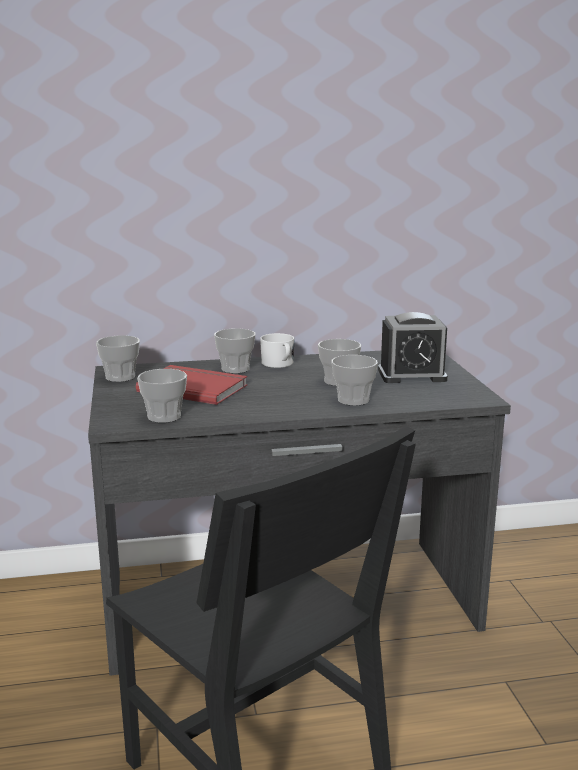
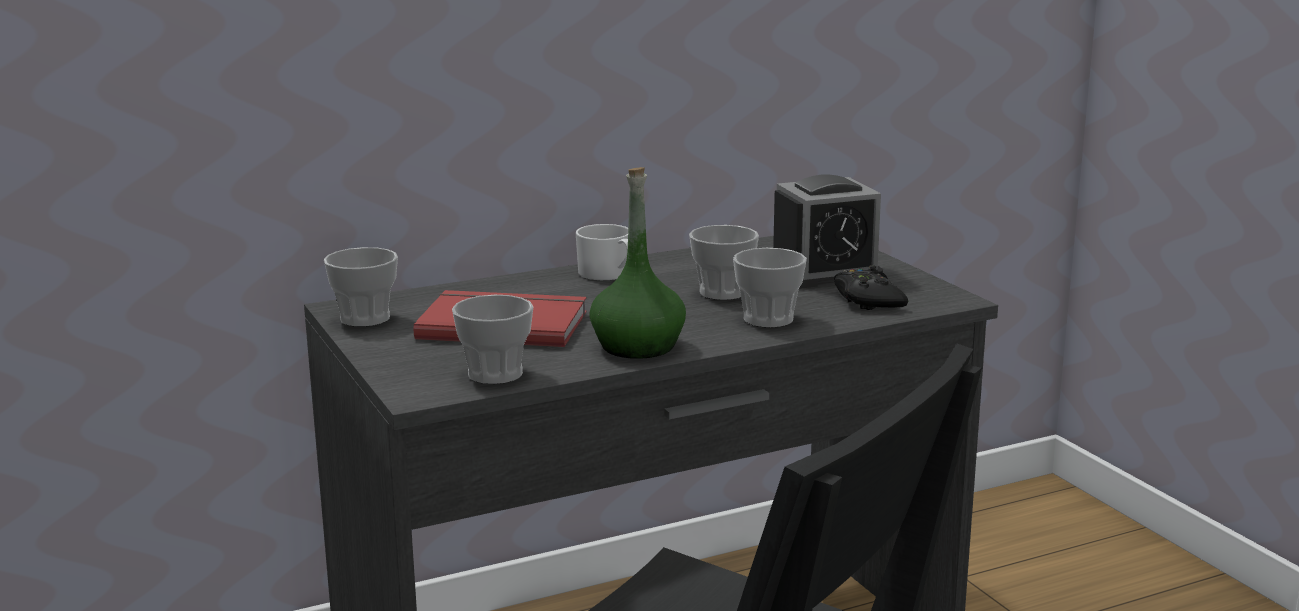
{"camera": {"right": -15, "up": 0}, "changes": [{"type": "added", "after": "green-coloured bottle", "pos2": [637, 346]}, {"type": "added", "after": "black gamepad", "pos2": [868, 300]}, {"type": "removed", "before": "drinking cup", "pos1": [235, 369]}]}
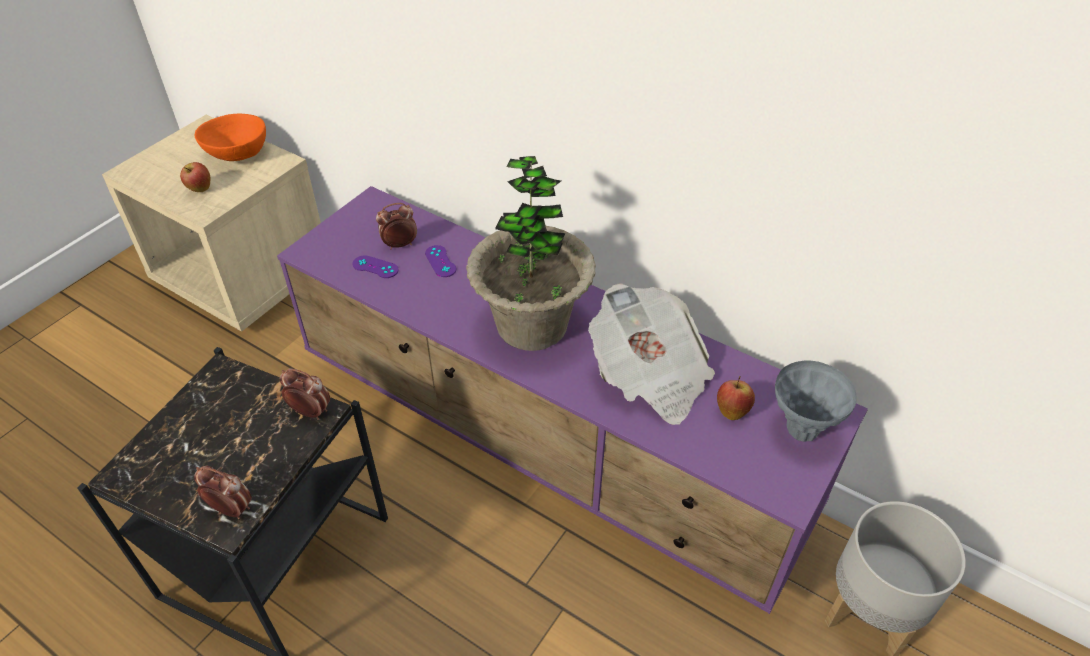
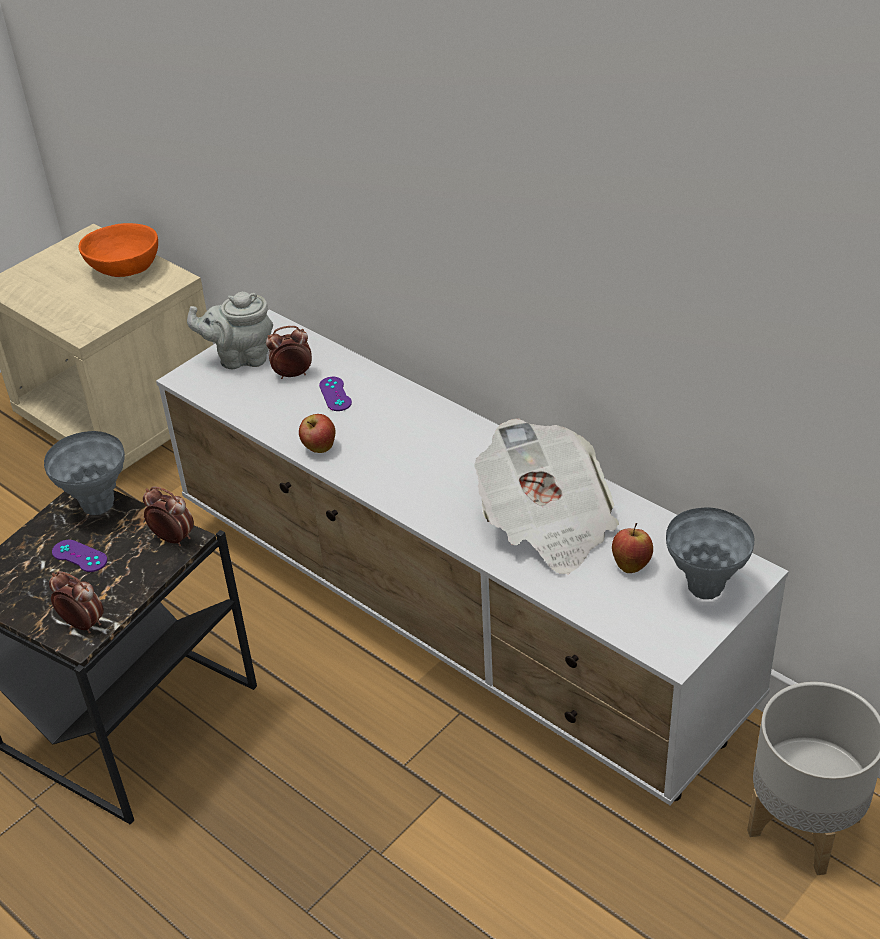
{"camera": {"right": 10, "up": -5}, "changes": [{"type": "added", "after": "greyish vase", "pos2": [97, 506]}, {"type": "moved", "before": "purple gamepad", "pos1": [375, 267], "pos2": [79, 556]}, {"type": "recoloured", "before": "purple media console", "after": "white media console", "pos1": [547, 445], "pos2": [453, 622]}, {"type": "added", "after": "greyish pot for tea", "pos2": [240, 358]}, {"type": "moved", "before": "whole apple", "pos1": [200, 189], "pos2": [319, 448]}, {"type": "removed", "before": "plant in a pot", "pos1": [532, 325]}]}
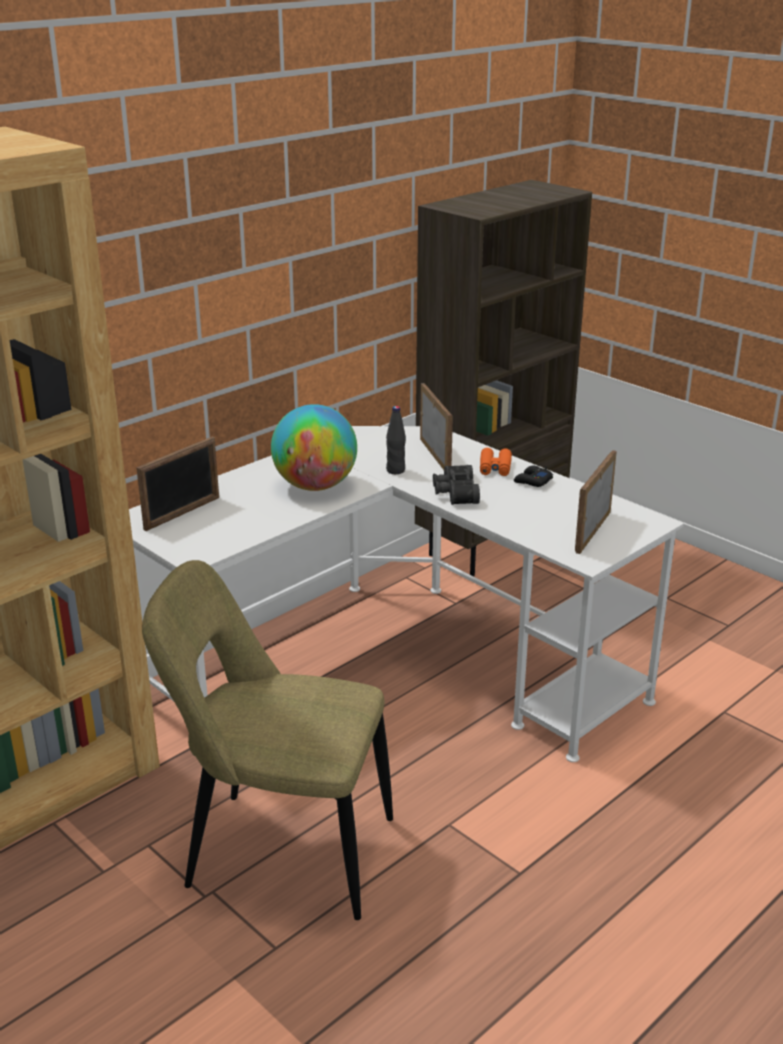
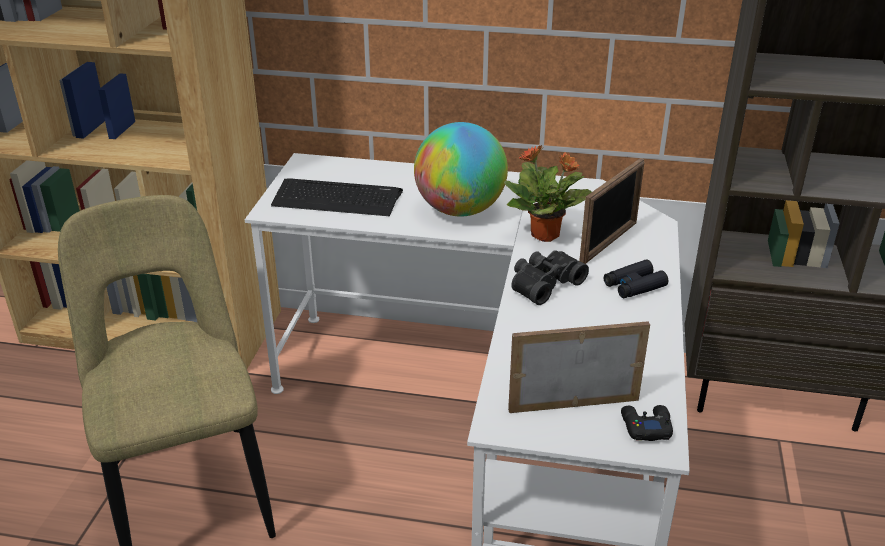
{"camera": {"right": 55, "up": 5}, "changes": [{"type": "added", "after": "PC keyboard", "pos2": [337, 199]}, {"type": "replaced", "before": "black bottle", "after": "plant in a pot", "pos1": [395, 470], "pos2": [546, 235]}, {"type": "recoloured", "before": "orange binoculars", "after": "black binoculars", "pos1": [495, 468], "pos2": [634, 286]}, {"type": "moved", "before": "black gamepad", "pos1": [532, 481], "pos2": [645, 426]}, {"type": "removed", "before": "standing frame", "pos1": [182, 513]}]}
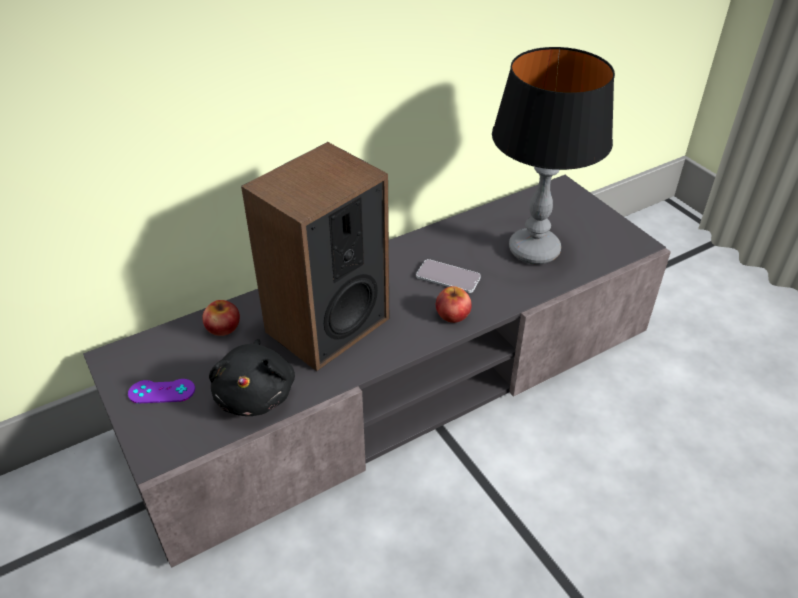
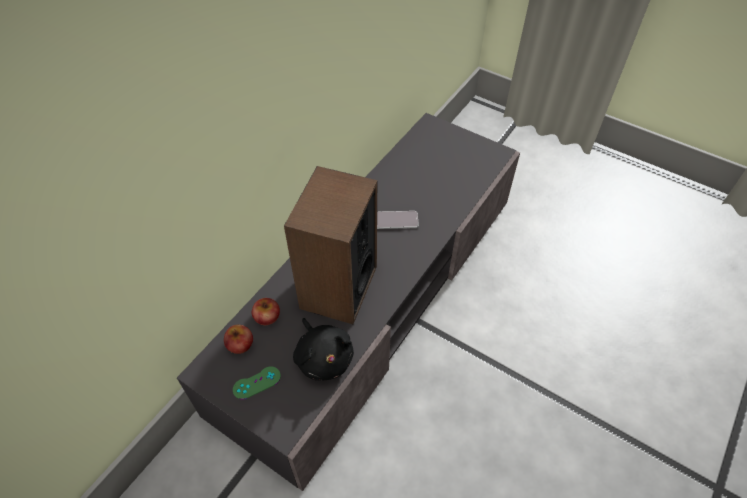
{"camera": {"right": -25, "up": 10}, "changes": [{"type": "moved", "before": "whole apple", "pos1": [452, 314], "pos2": [240, 344]}, {"type": "recoloured", "before": "purple gamepad", "after": "green-coloured gamepad", "pos1": [161, 391], "pos2": [257, 383]}, {"type": "removed", "before": "table lamp", "pos1": [534, 251]}]}
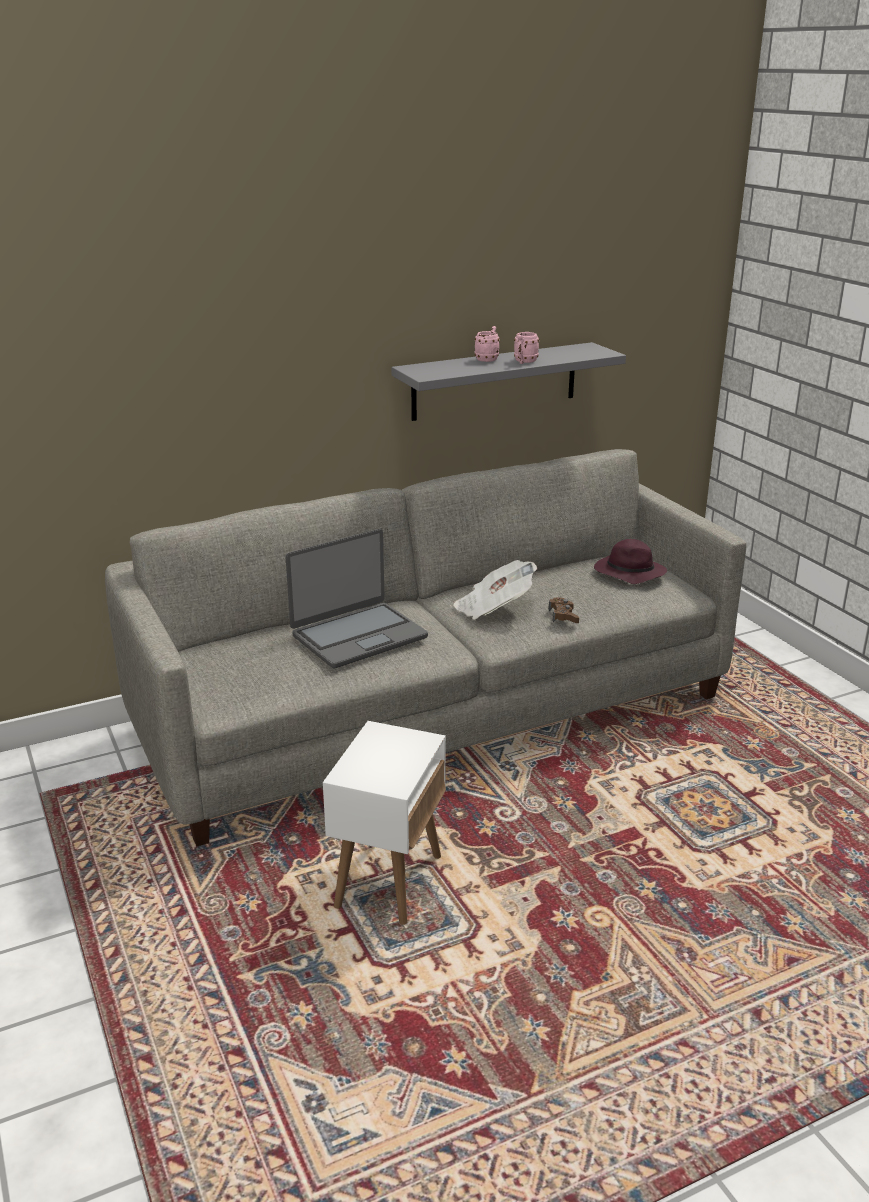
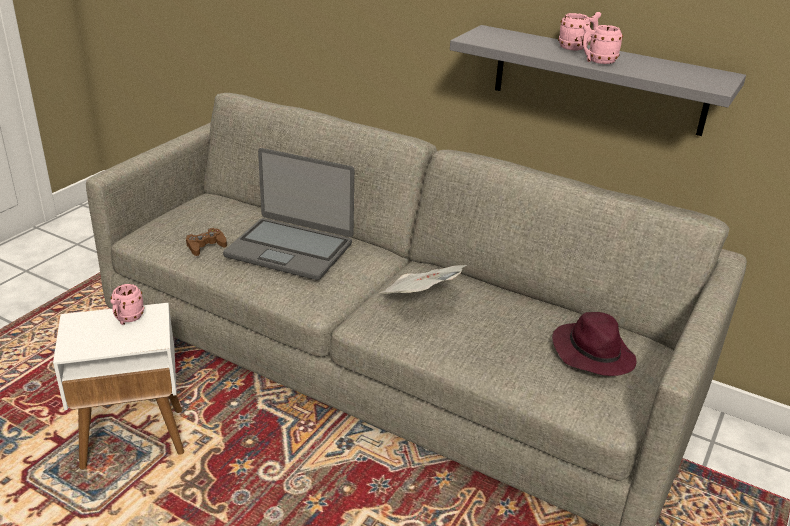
{"camera": {"right": 55, "up": 5}, "changes": [{"type": "added", "after": "pinkish coffee mug", "pos2": [127, 319]}, {"type": "moved", "before": "brownish gamepad", "pos1": [563, 616], "pos2": [205, 246]}]}
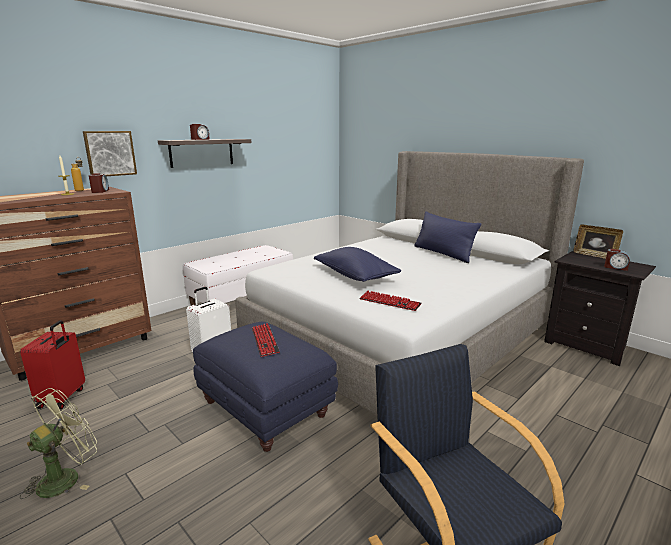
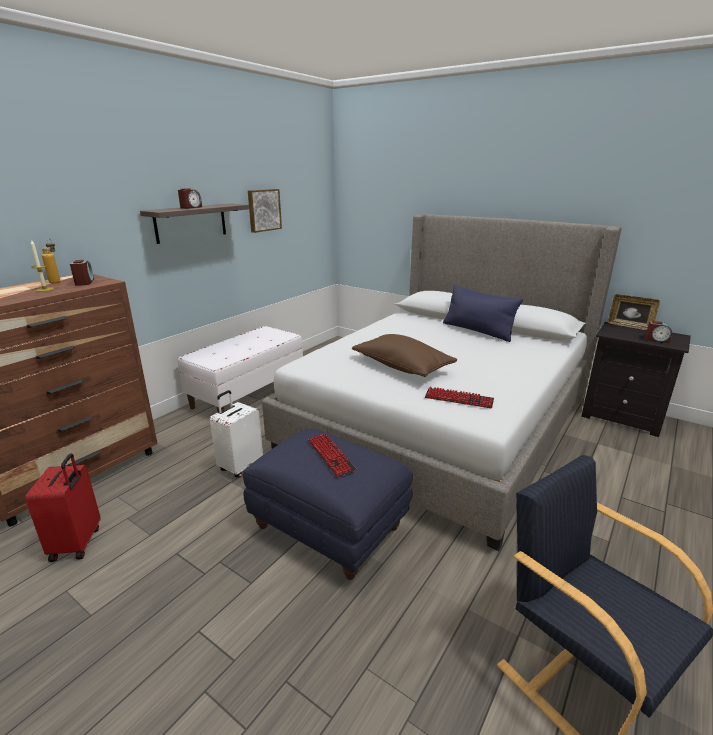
{"camera": {"right": -10, "up": 5}, "changes": [{"type": "moved", "before": "wall art", "pos1": [110, 153], "pos2": [263, 210]}, {"type": "recoloured", "before": "blue-coloured throw pillow", "after": "brownish throw pillow", "pos1": [355, 276], "pos2": [402, 367]}, {"type": "removed", "before": "green-coloured electric fan", "pos1": [66, 477]}]}
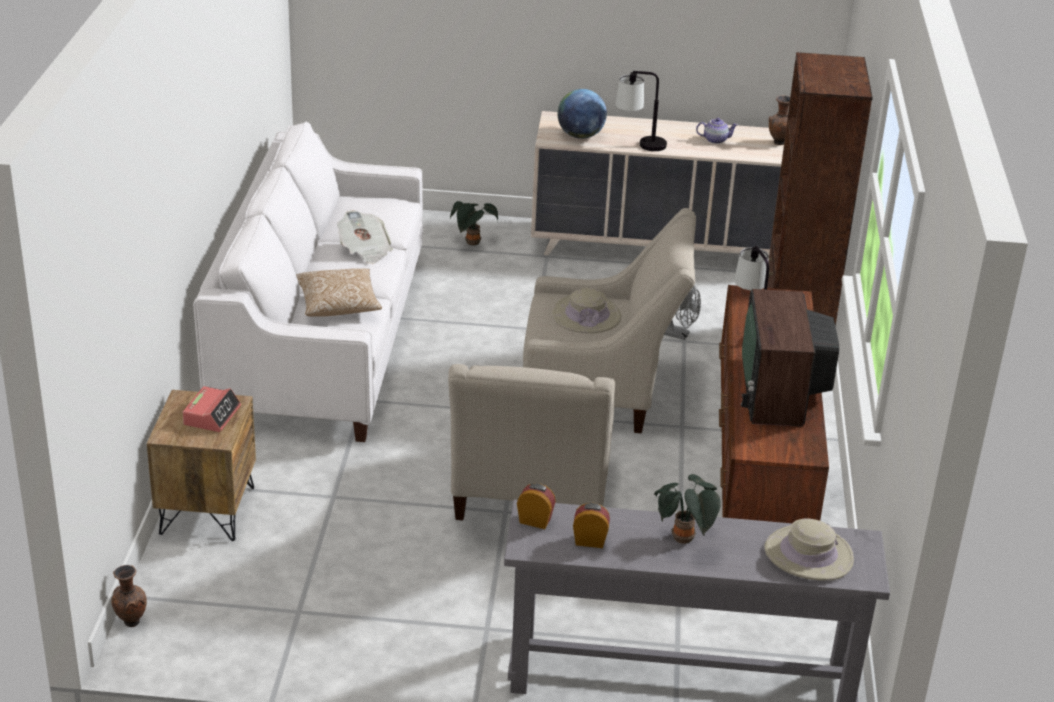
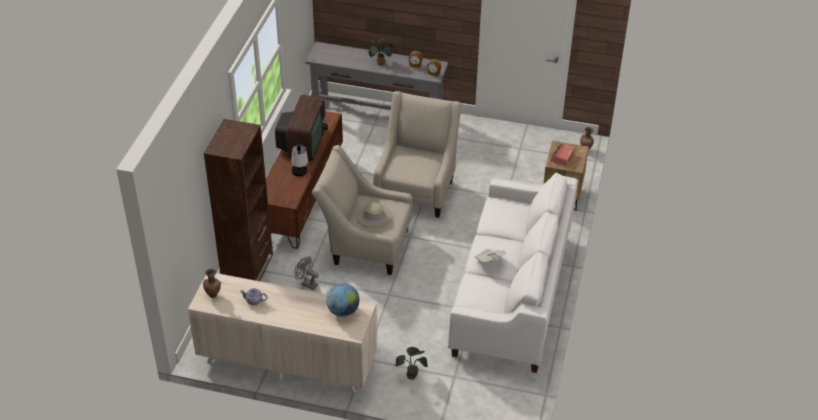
{"camera": {"right": -170, "up": 10}, "changes": [{"type": "removed", "before": "throw pillow", "pos1": [338, 305]}, {"type": "removed", "before": "table lamp", "pos1": [639, 145]}, {"type": "removed", "before": "beige clothing hat", "pos1": [808, 555]}]}
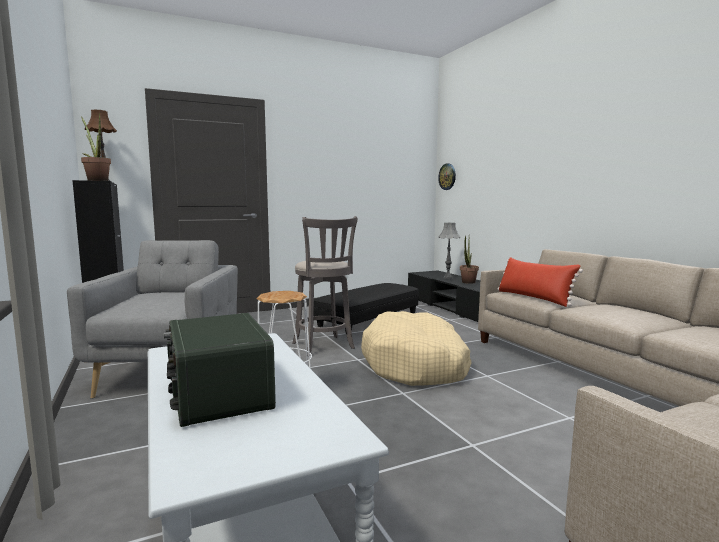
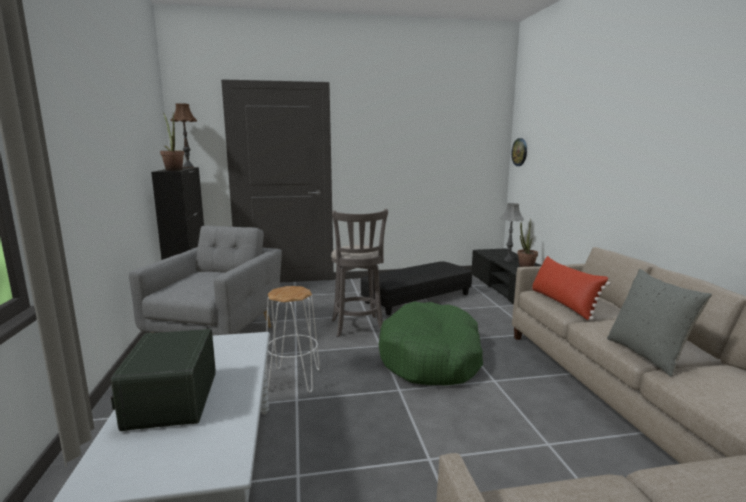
{"camera": {"right": 15, "up": 5}, "changes": [{"type": "recoloured", "before": "beige pet bed", "after": "green-coloured pet bed", "pos1": [416, 364], "pos2": [431, 358]}, {"type": "added", "after": "greyish throw pillow", "pos2": [648, 355]}]}
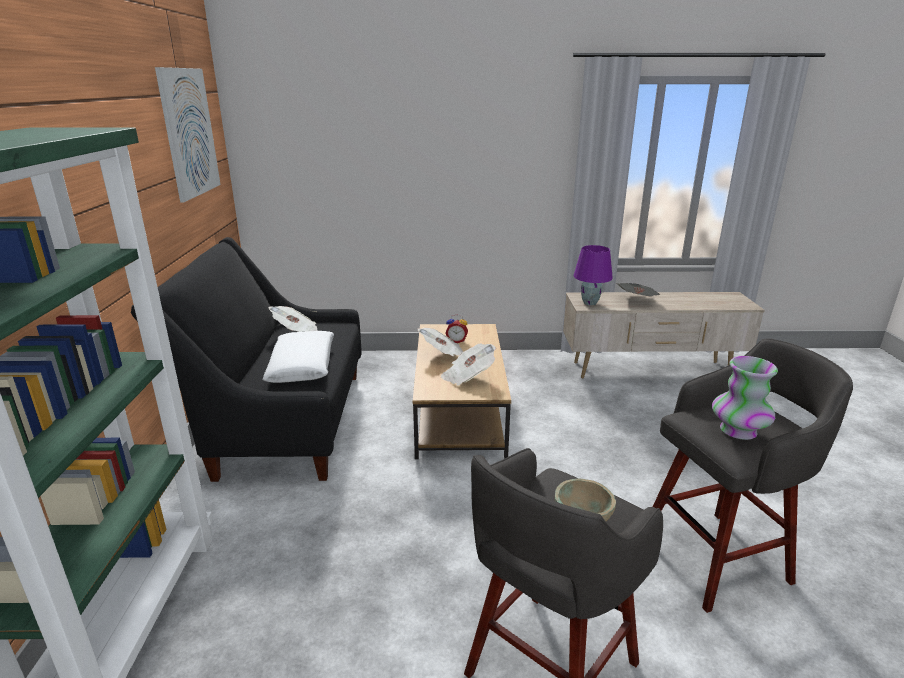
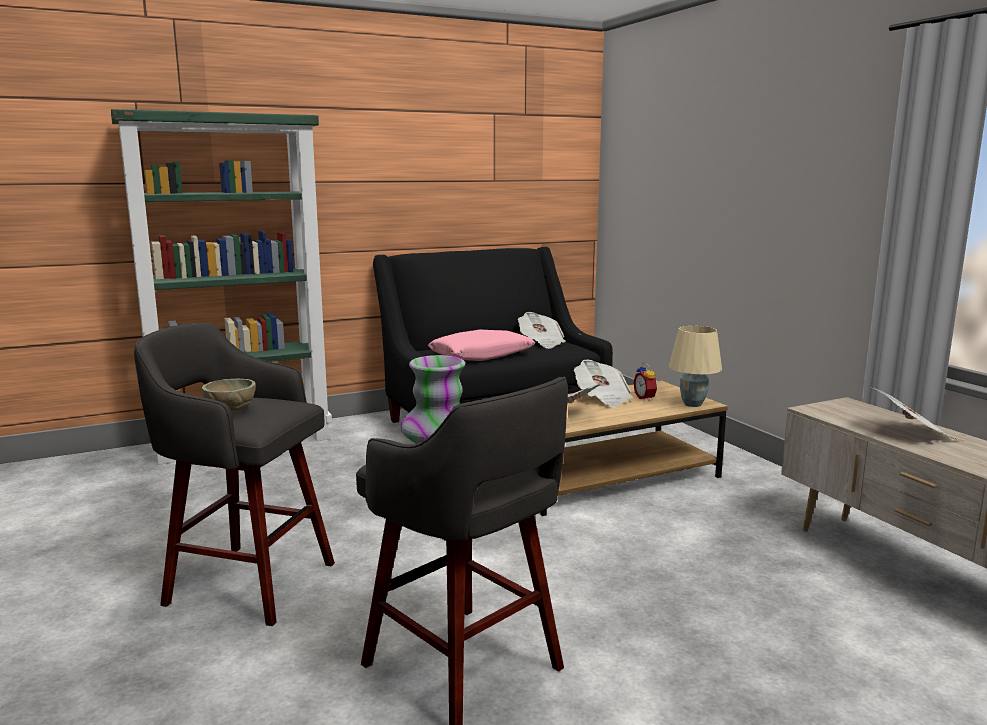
{"camera": {"right": 65, "up": -10}, "changes": [{"type": "recoloured", "before": "white throw pillow", "after": "pinkish throw pillow", "pos1": [302, 366], "pos2": [481, 356]}, {"type": "added", "after": "beige table lamp", "pos2": [693, 404]}, {"type": "removed", "before": "wall art", "pos1": [189, 133]}, {"type": "removed", "before": "purple table lamp", "pos1": [590, 303]}]}
